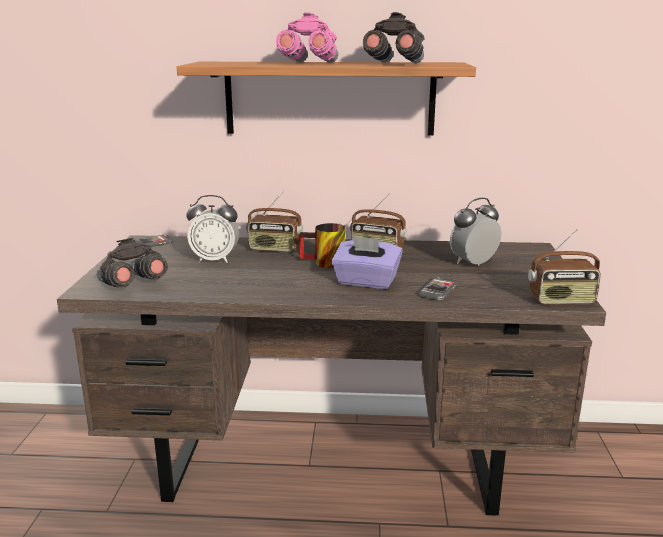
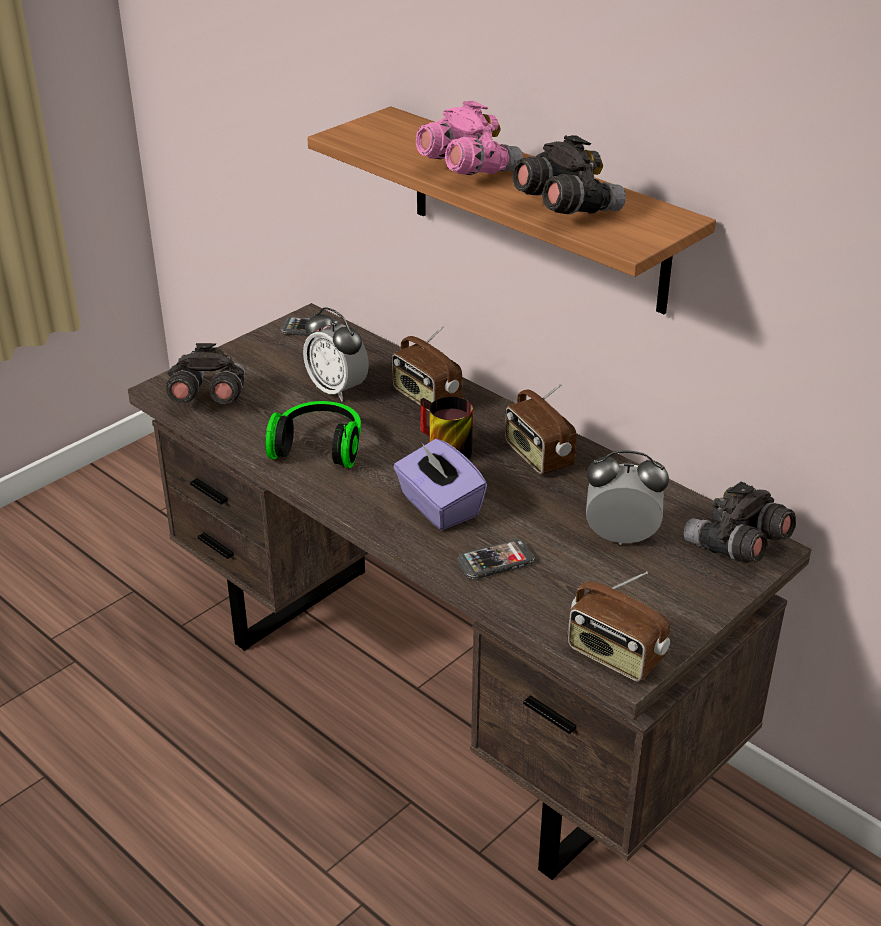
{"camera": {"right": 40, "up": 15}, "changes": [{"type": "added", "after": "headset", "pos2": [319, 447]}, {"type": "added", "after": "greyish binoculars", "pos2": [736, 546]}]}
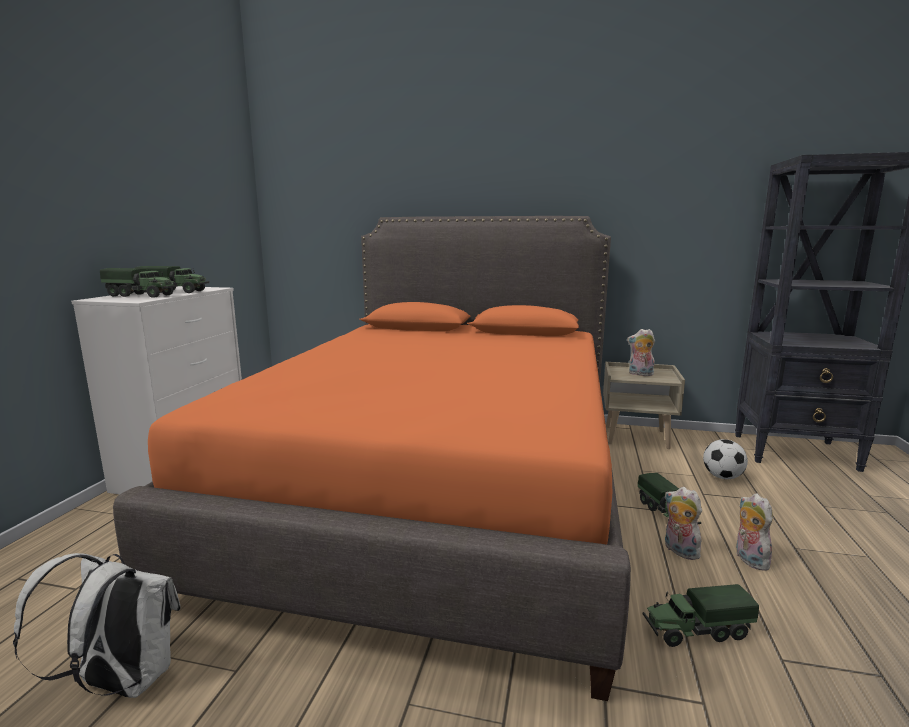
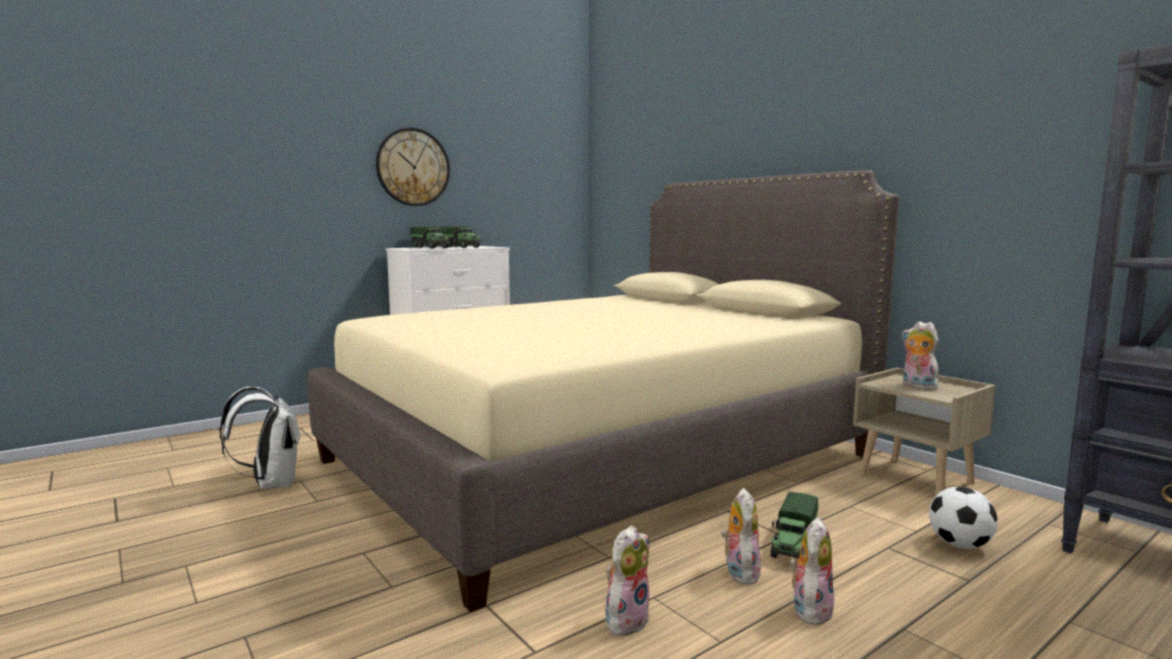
{"camera": {"right": 40, "up": -5}, "changes": [{"type": "recoloured", "before": "orange sleeping bed", "after": "beige sleeping bed", "pos1": [440, 489], "pos2": [601, 458]}, {"type": "added", "after": "wall clock", "pos2": [413, 167]}, {"type": "replaced", "before": "toy lorry", "after": "plush toy", "pos1": [696, 631], "pos2": [626, 619]}]}
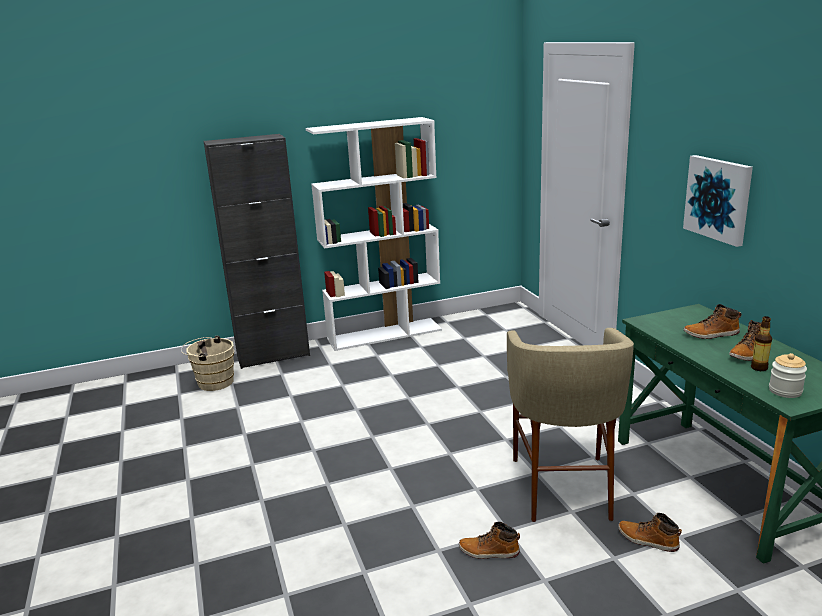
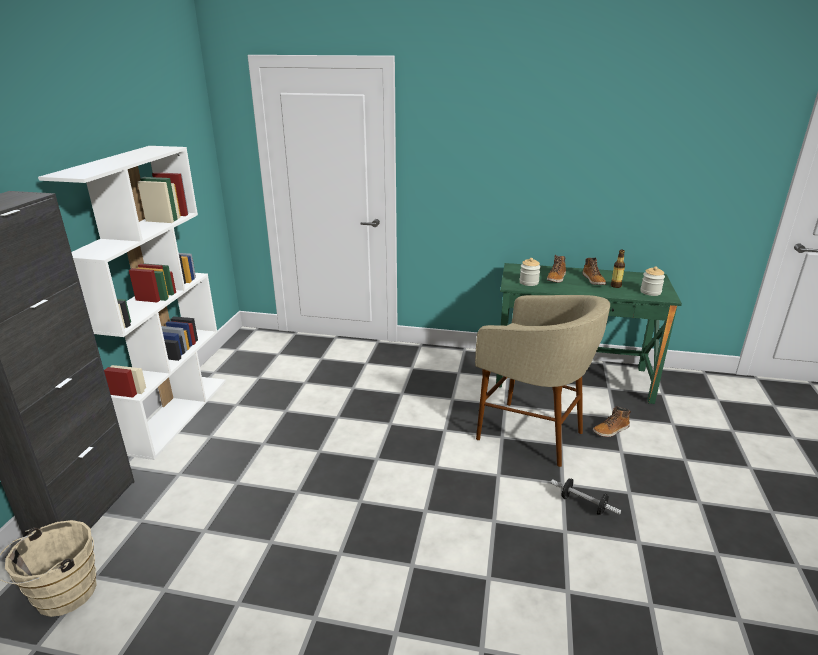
{"camera": {"right": -60, "up": 5}, "changes": [{"type": "added", "after": "preserve jar", "pos2": [529, 282]}, {"type": "replaced", "before": "high-top boot", "after": "dumbbell", "pos1": [489, 552], "pos2": [583, 504]}, {"type": "removed", "before": "wall art", "pos1": [718, 199]}]}
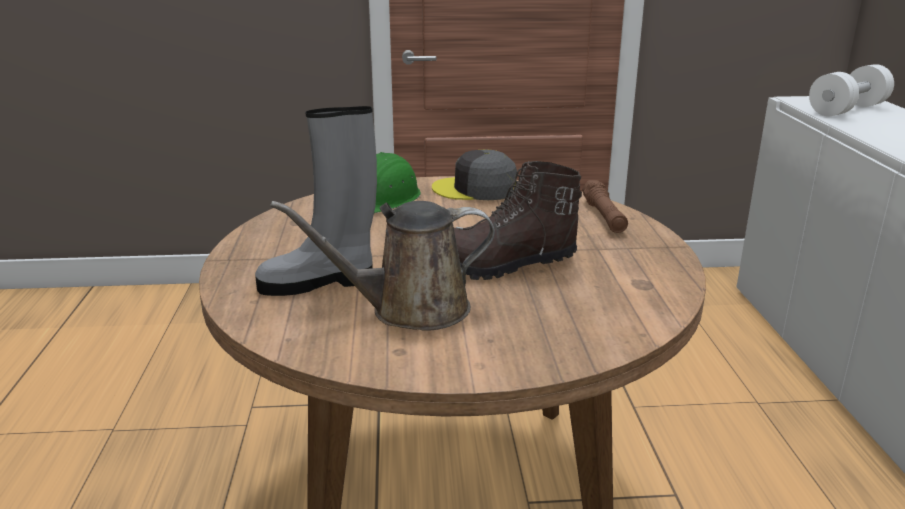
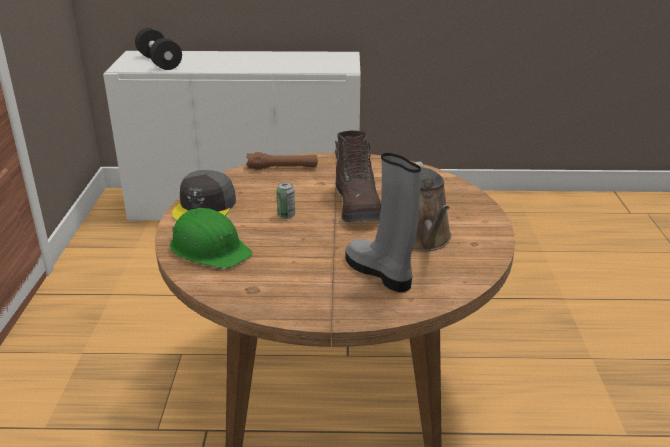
{"camera": {"right": -85, "up": 5}, "changes": [{"type": "recoloured", "before": "white dumbbell", "after": "black dumbbell", "pos1": [847, 110], "pos2": [159, 62]}, {"type": "added", "after": "sealed can", "pos2": [286, 215]}, {"type": "turned", "before": "greyish high-top boot", "pos1": [320, 282], "pos2": [380, 273], "turn": 150}]}
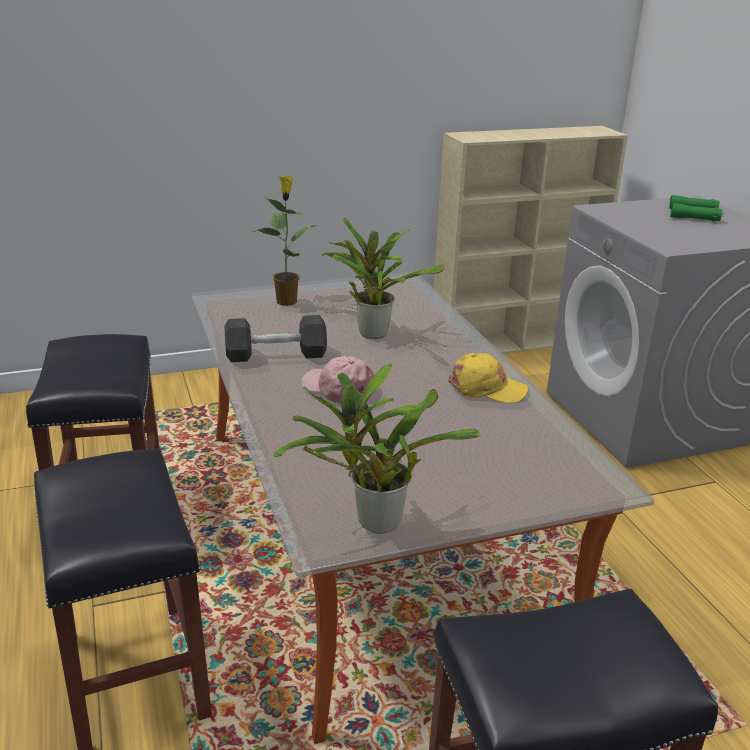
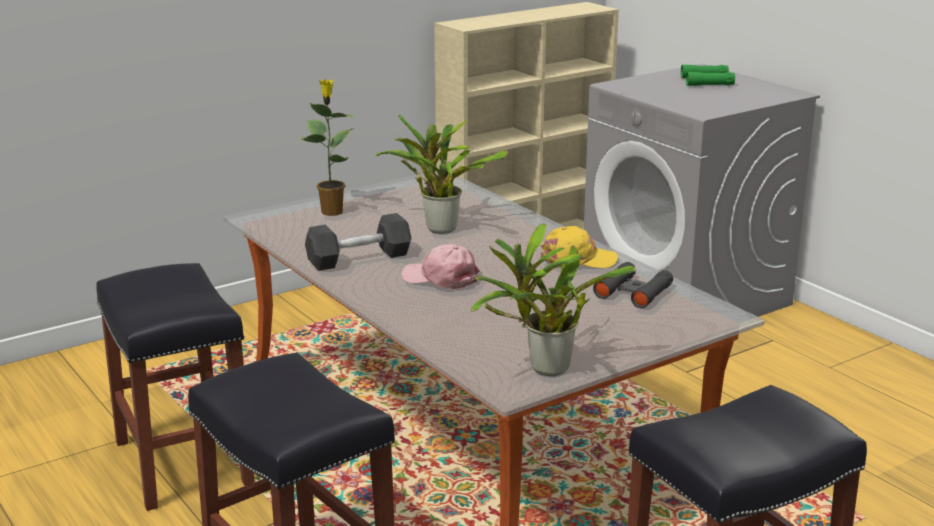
{"camera": {"right": -15, "up": -5}, "changes": [{"type": "added", "after": "black binoculars", "pos2": [633, 292]}]}
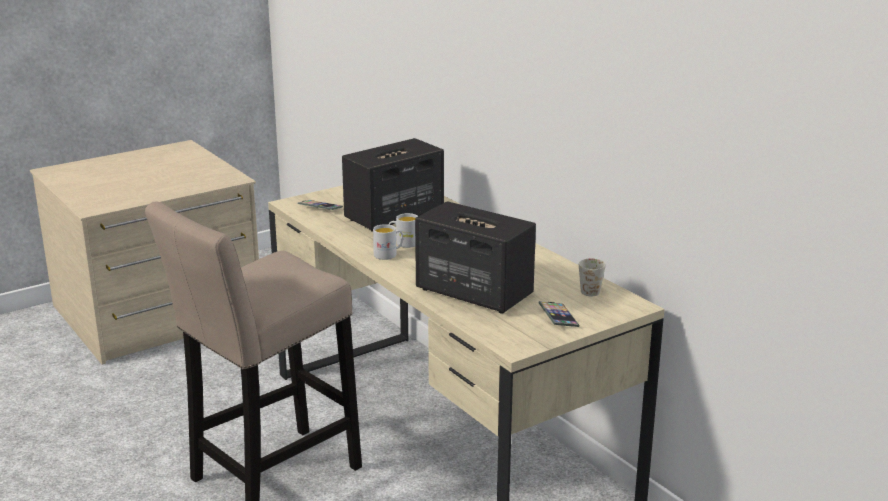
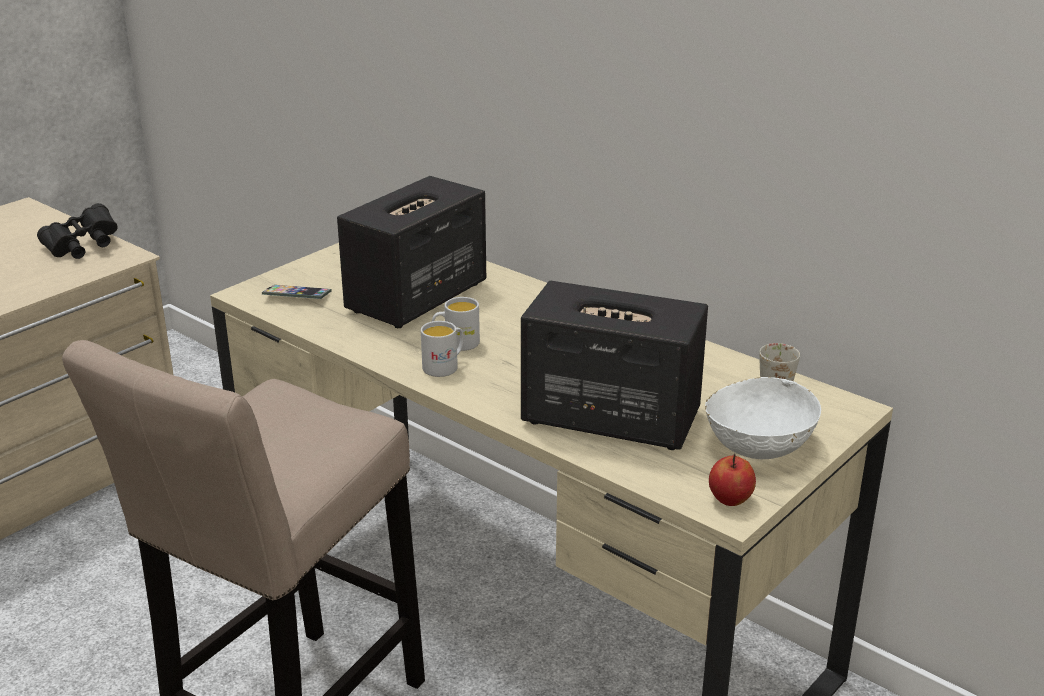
{"camera": {"right": -15, "up": 5}, "changes": [{"type": "added", "after": "black binoculars", "pos2": [82, 247]}, {"type": "replaced", "before": "telephone", "after": "white serving bowl", "pos1": [558, 317], "pos2": [758, 445]}, {"type": "added", "after": "whole apple", "pos2": [730, 500]}]}
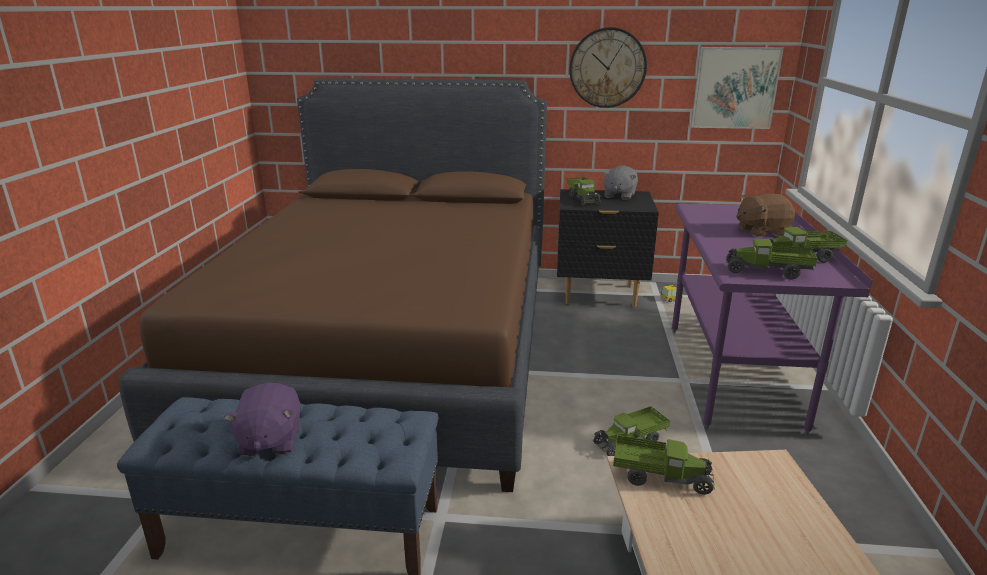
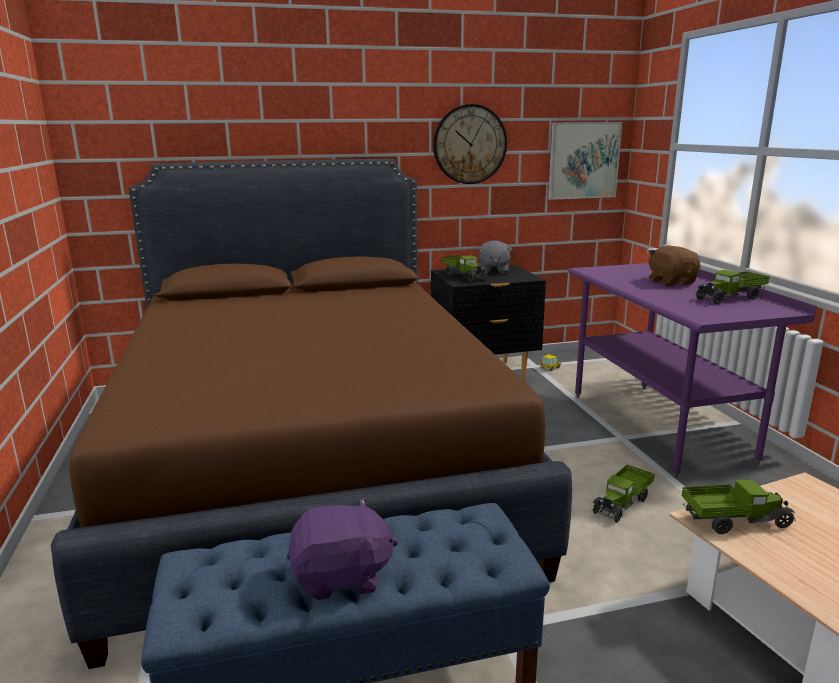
{"camera": {"right": -20, "up": -5}, "changes": [{"type": "turned", "before": "purple plush toy", "pos1": [270, 441], "pos2": [341, 577], "turn": -75}, {"type": "turned", "before": "brownish plush toy", "pos1": [761, 231], "pos2": [671, 282], "turn": 105}, {"type": "removed", "before": "toy lorry", "pos1": [768, 272]}]}
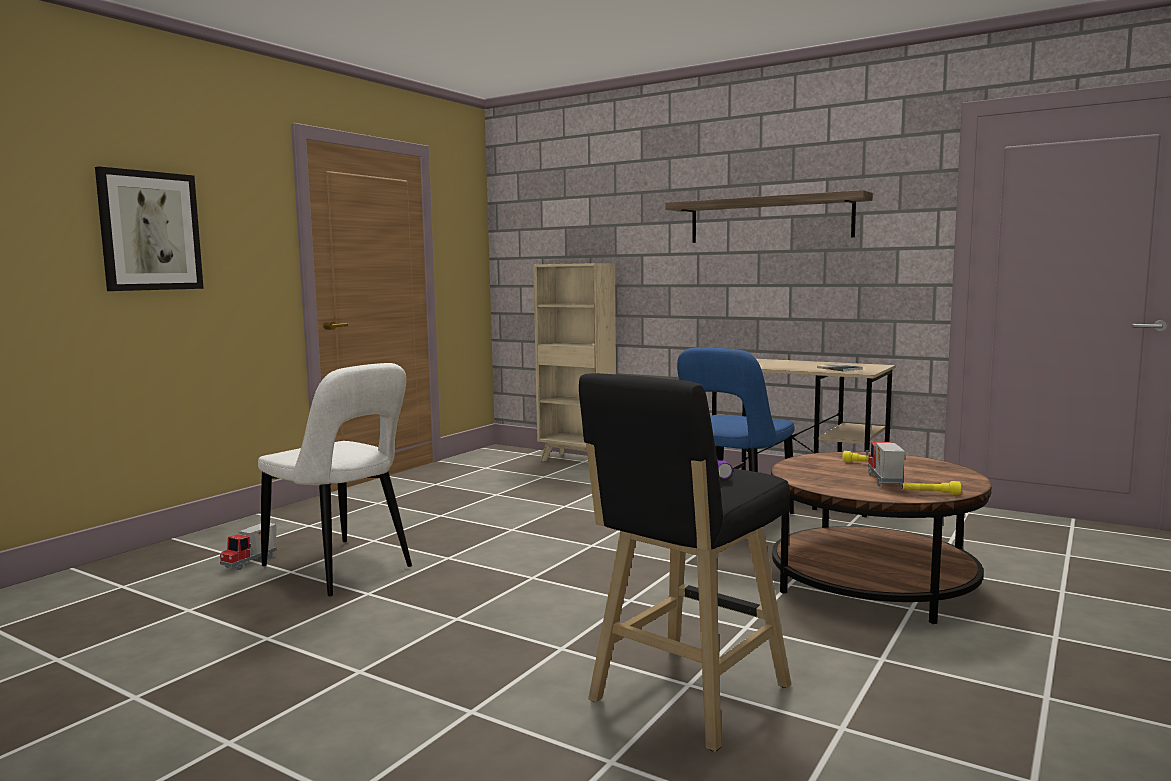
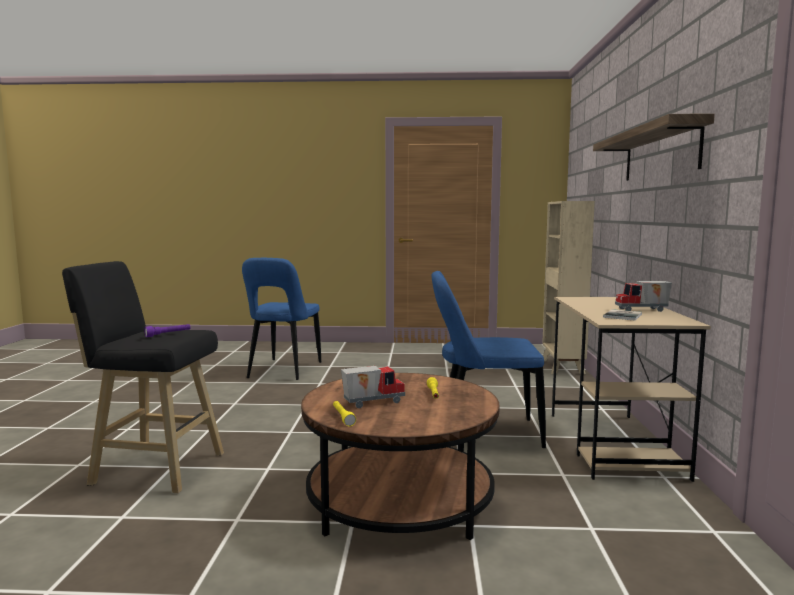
{"camera": {"right": 60, "up": 0}, "changes": [{"type": "recoloured", "before": "white chair", "after": "blue-coloured chair", "pos1": [341, 569], "pos2": [283, 371]}, {"type": "moved", "before": "toy lorry", "pos1": [251, 562], "pos2": [642, 310]}, {"type": "removed", "before": "wall art", "pos1": [150, 231]}]}
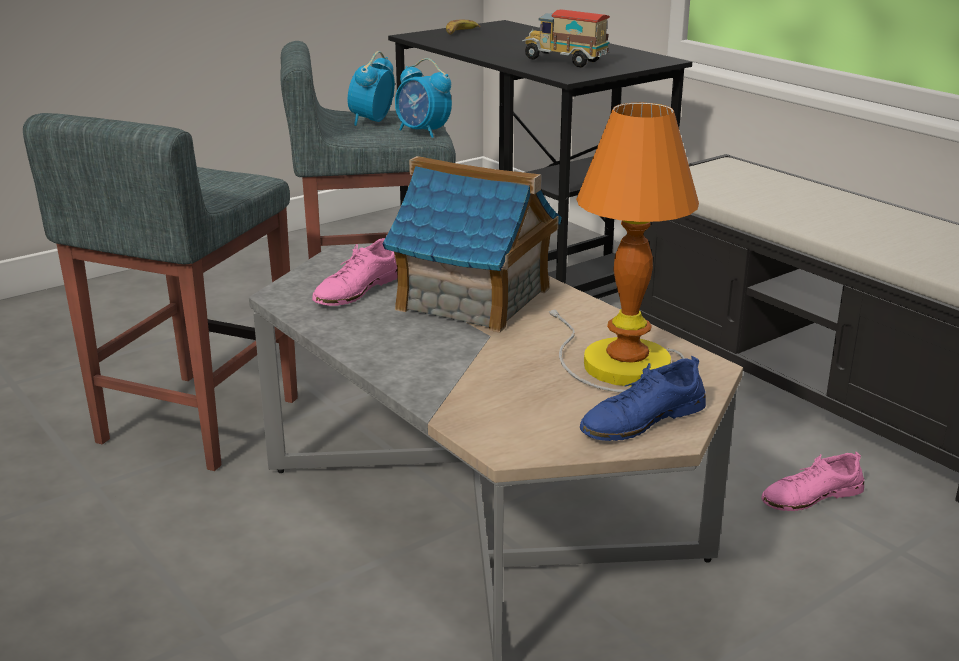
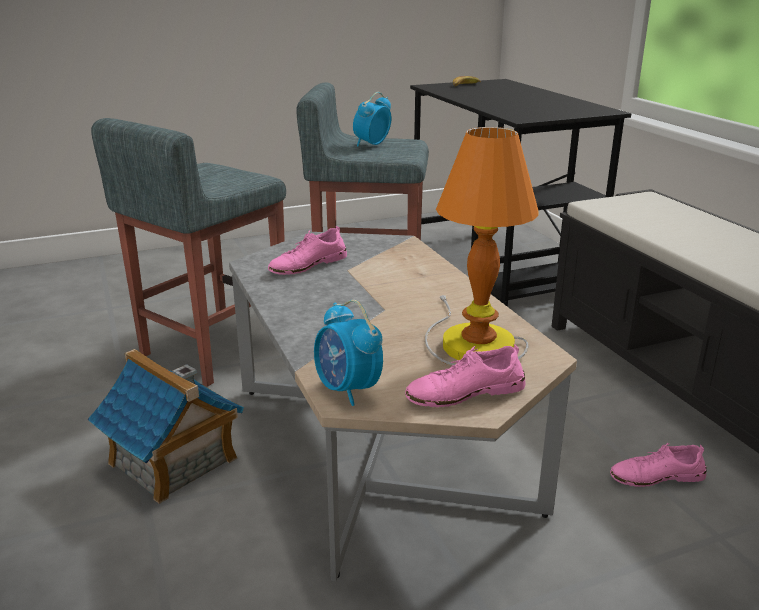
{"camera": {"right": 15, "up": 0}, "changes": [{"type": "moved", "before": "toy house", "pos1": [474, 299], "pos2": [173, 461]}, {"type": "moved", "before": "alarm clock", "pos1": [423, 132], "pos2": [347, 390]}, {"type": "recoloured", "before": "blue-coloured shoe", "after": "pinkish shoe", "pos1": [642, 419], "pos2": [465, 392]}, {"type": "removed", "before": "toy lorry", "pos1": [565, 62]}]}
